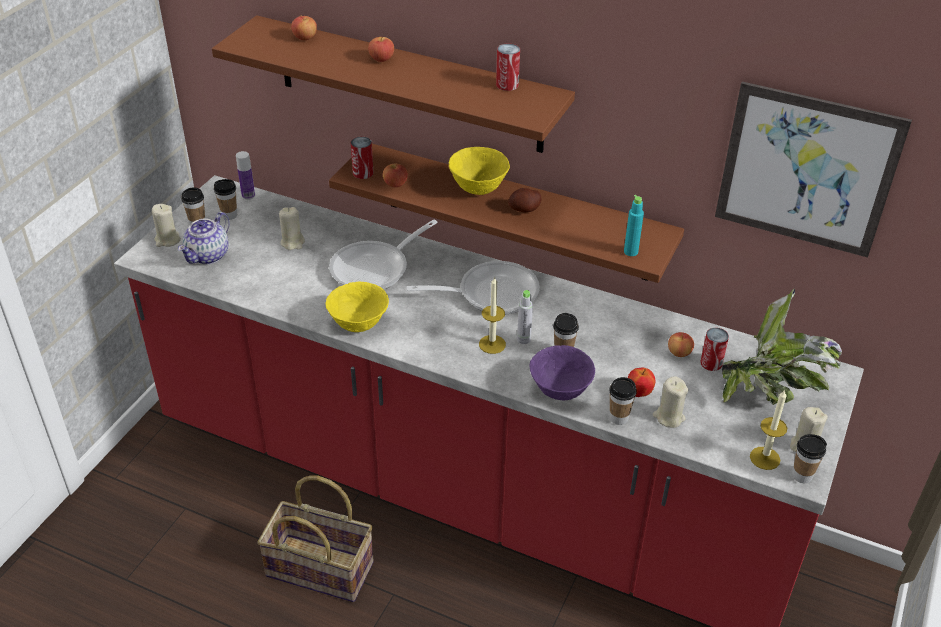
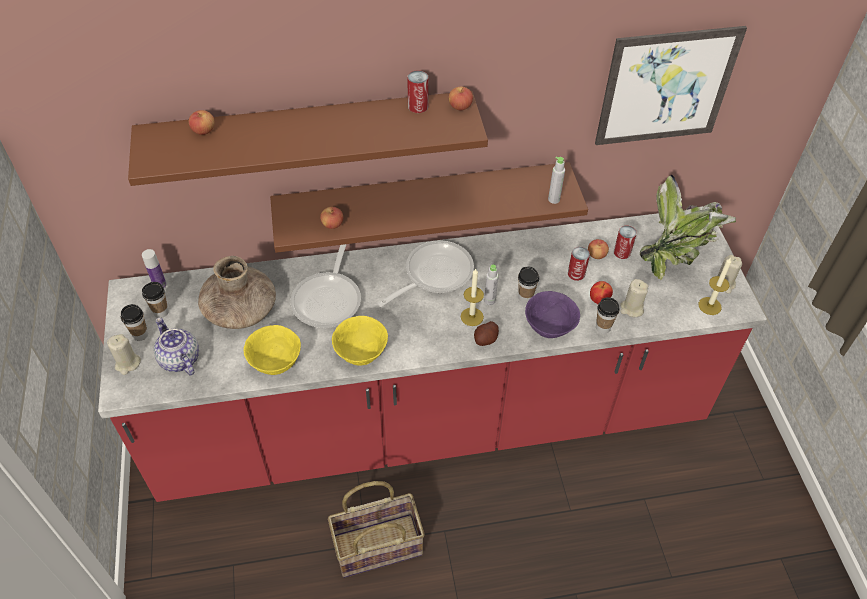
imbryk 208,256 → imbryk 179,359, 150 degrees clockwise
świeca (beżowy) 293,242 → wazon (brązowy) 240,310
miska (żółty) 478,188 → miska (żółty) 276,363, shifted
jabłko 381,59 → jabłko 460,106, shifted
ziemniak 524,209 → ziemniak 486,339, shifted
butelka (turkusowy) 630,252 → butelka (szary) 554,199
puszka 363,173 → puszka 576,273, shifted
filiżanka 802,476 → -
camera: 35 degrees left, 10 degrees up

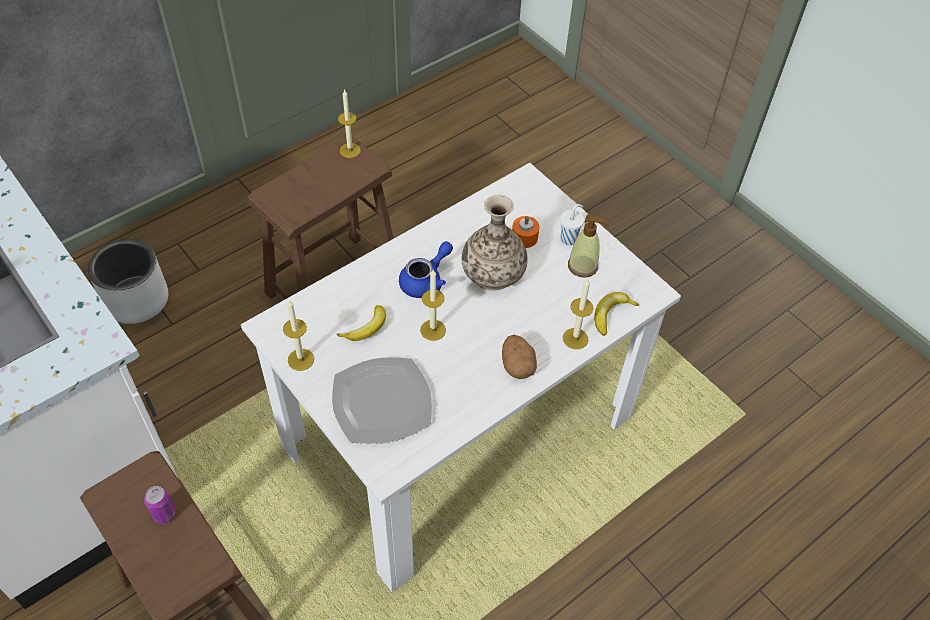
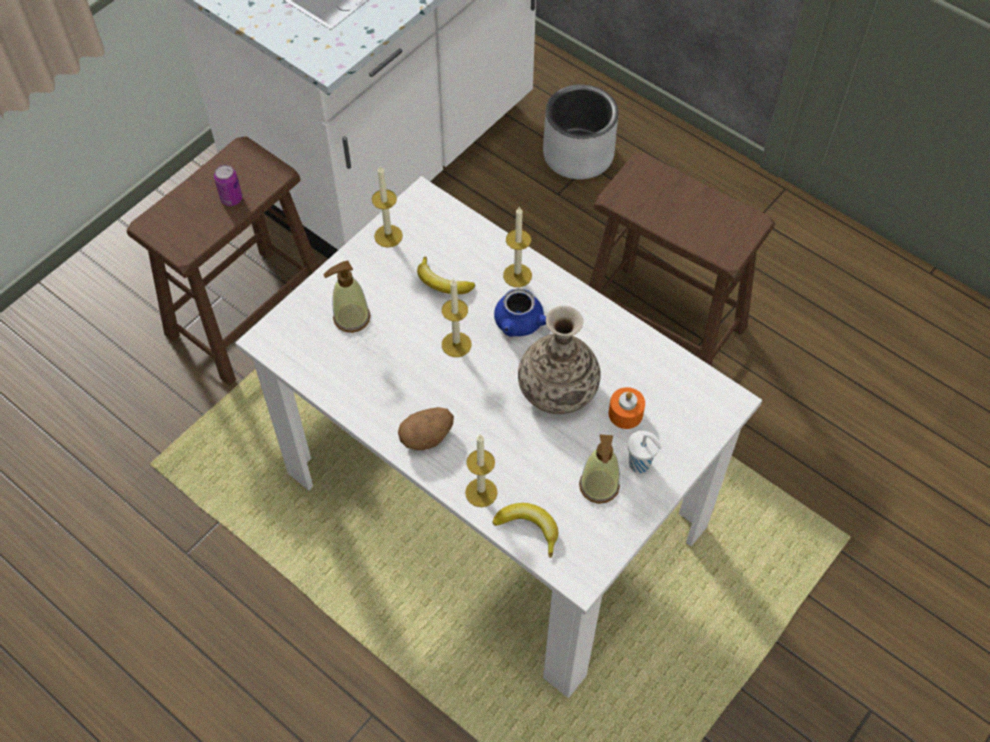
talerz 382,401 → dozownik mydła 351,318
świeca 350,150 → świeca 517,275, shifted
camera: 80 degrees right, 5 degrees up

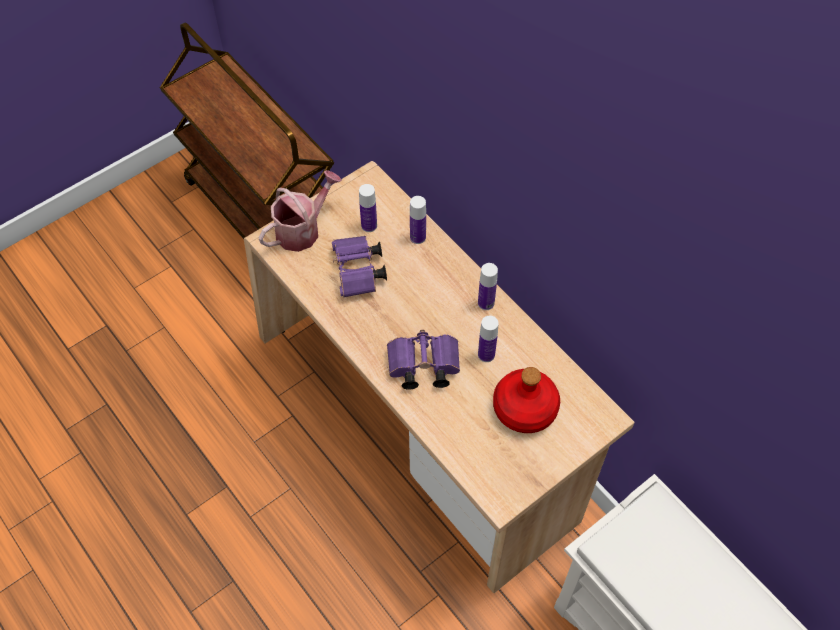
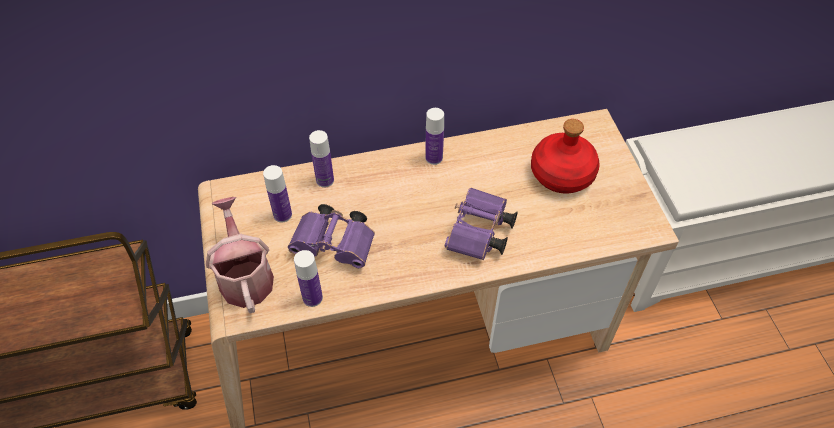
butelka 486,354 → butelka 312,298, shifted
camera: 65 degrees left, 5 degrees down

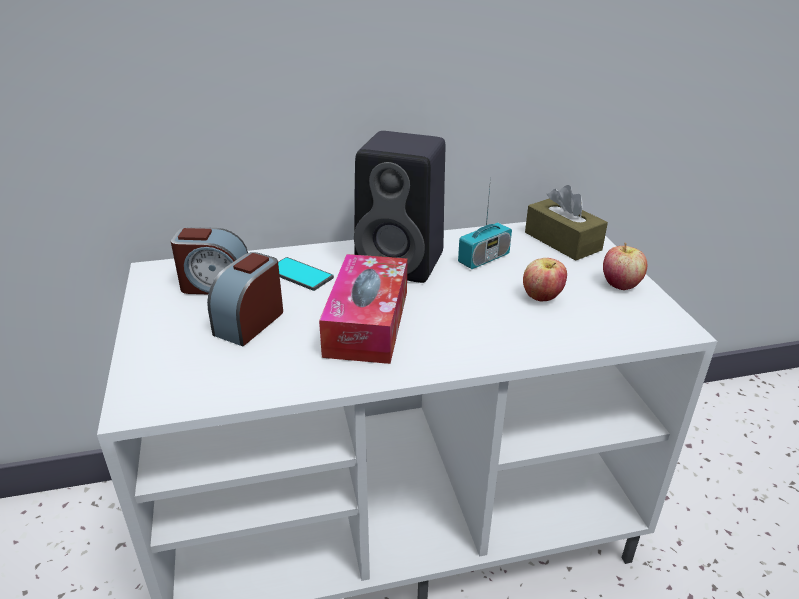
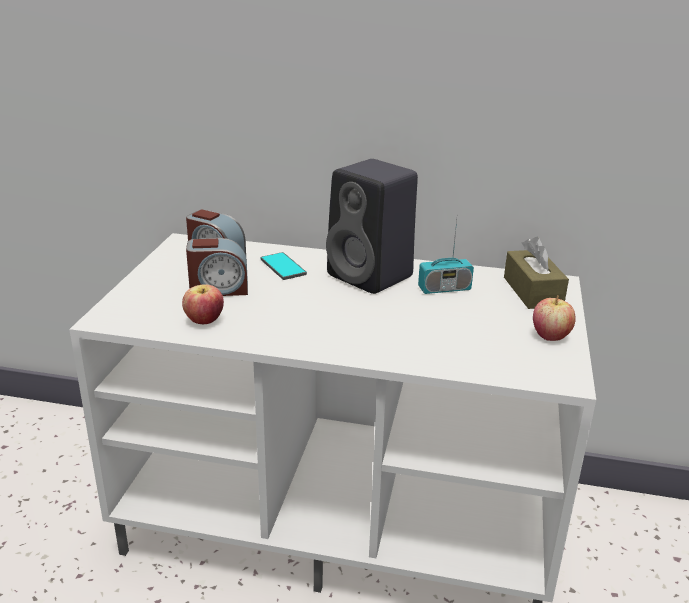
jabłko 542,297 → jabłko 204,321, shifted
budzik 250,322 → budzik 219,289, 150 degrees counterclockwise
pudełko chusteczek 367,323 → -
camera: 25 degrees right, 5 degrees down

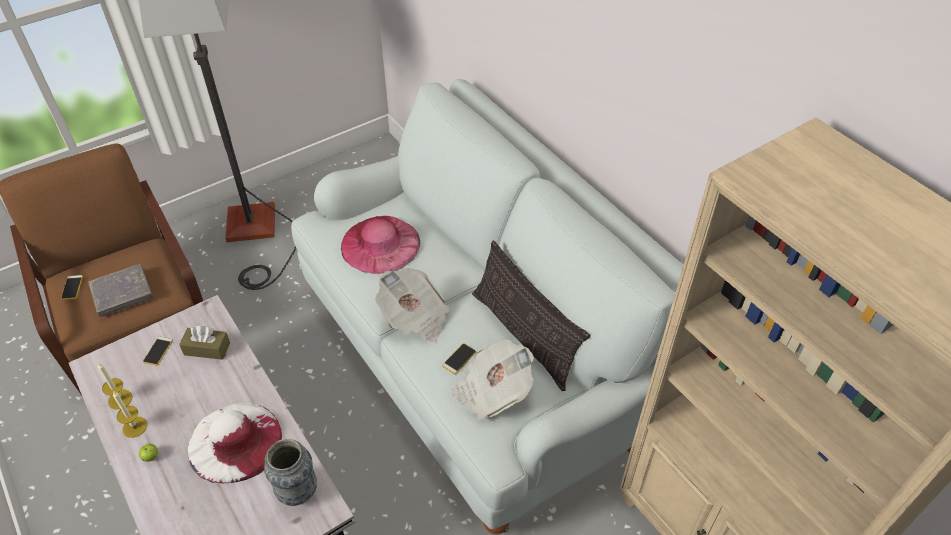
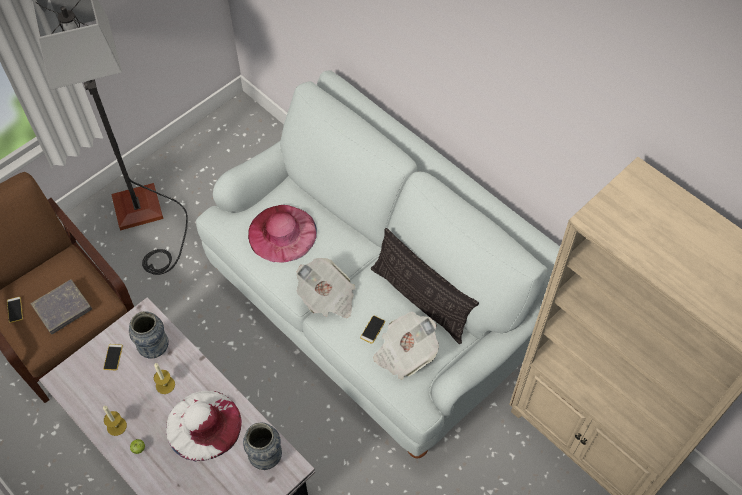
pudełko chusteczek (brązowy) 207,349 → wazon 154,348
świeca 120,399 → świeca 165,385, shifted
camera: 10 degrees left, 10 degrees up

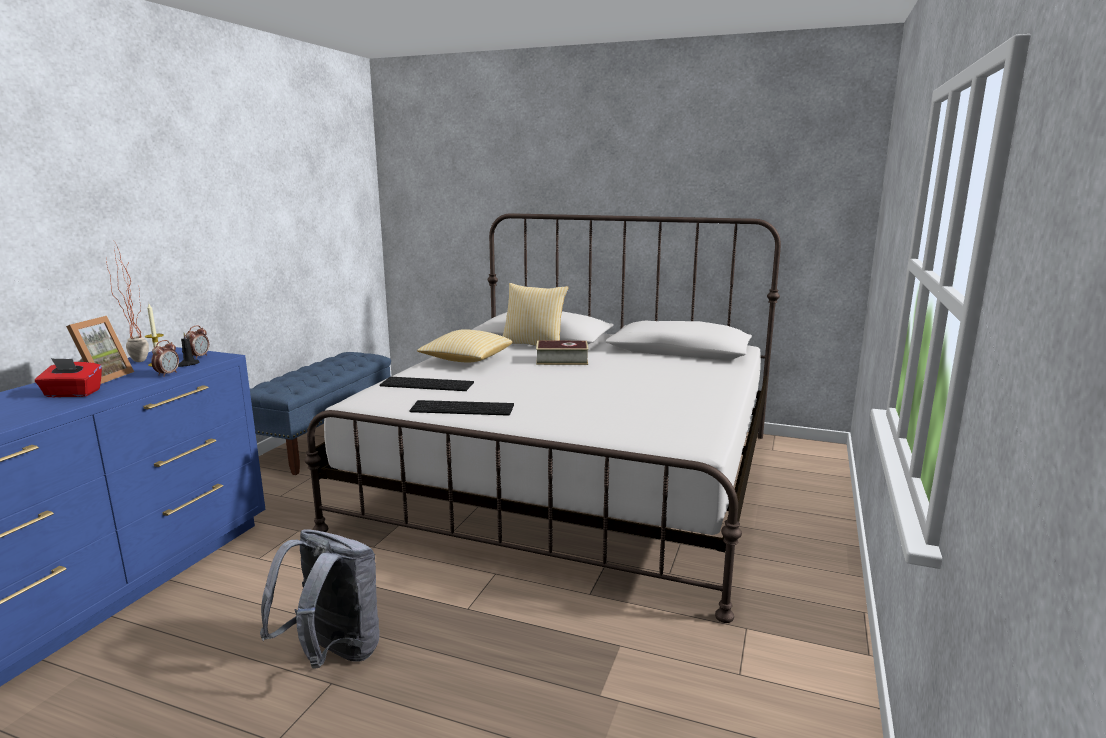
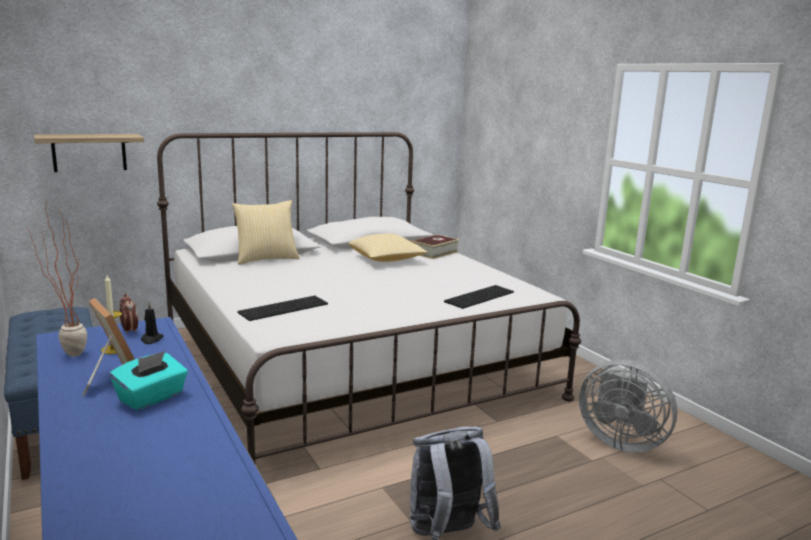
- → półka 89,152
pudełko chusteczek (czerwony) 72,394 → pudełko chusteczek (turkusowy) 152,398
poduszka 466,360 → poduszka 386,260, shifted
książka 562,360 → książka 434,252, shifted
klawiatura 464,408 → klawiatura 479,296, shifted
- → wentylator (szary) 620,441
budzik 167,374 → -
camera: 50 degrees left, 0 degrees up

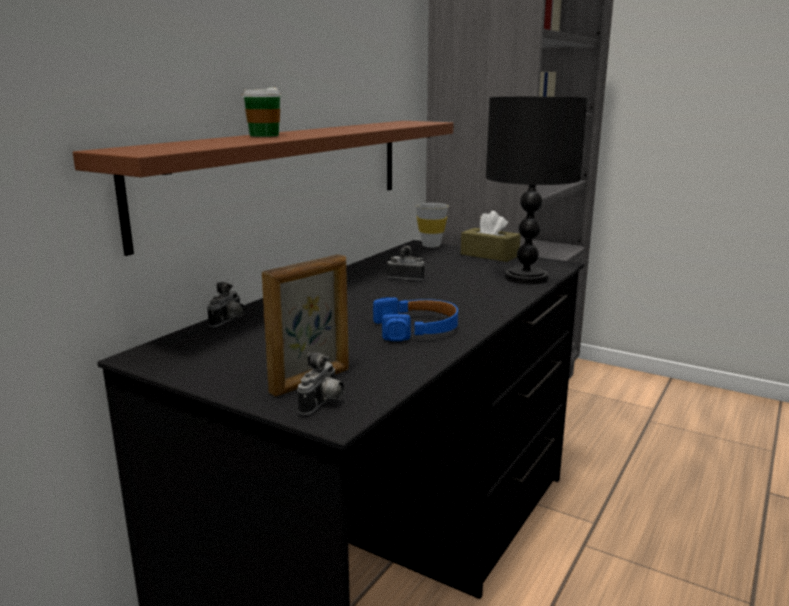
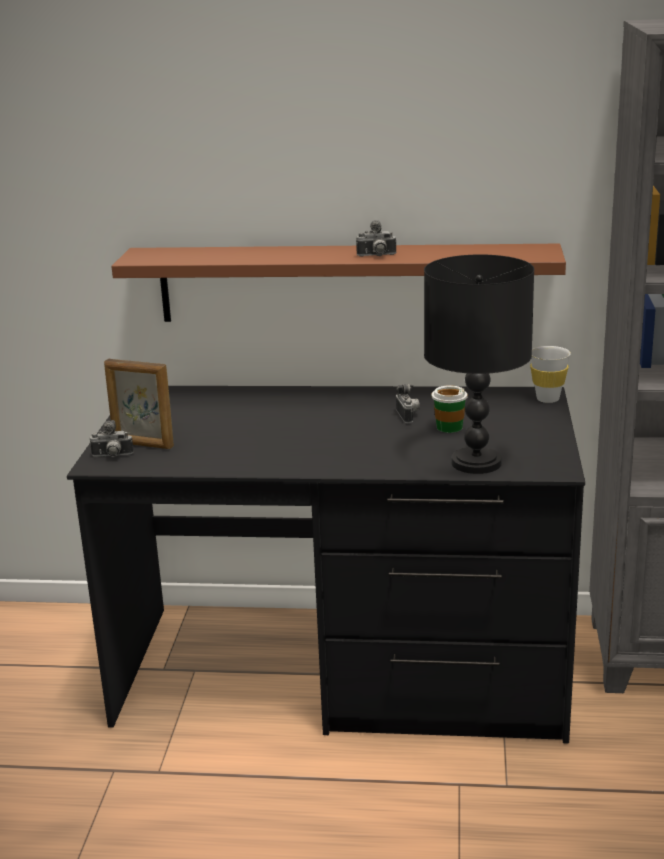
aparat fotograficzny 229,321 → aparat fotograficzny 376,256, shifted
filiżanka 264,135 → filiżanka 449,427, shifted
słuchawki (niebieski) 417,328 → -
pudełko chusteczek (brązowy) 489,255 → -
camera: 65 degrees right, 5 degrees up

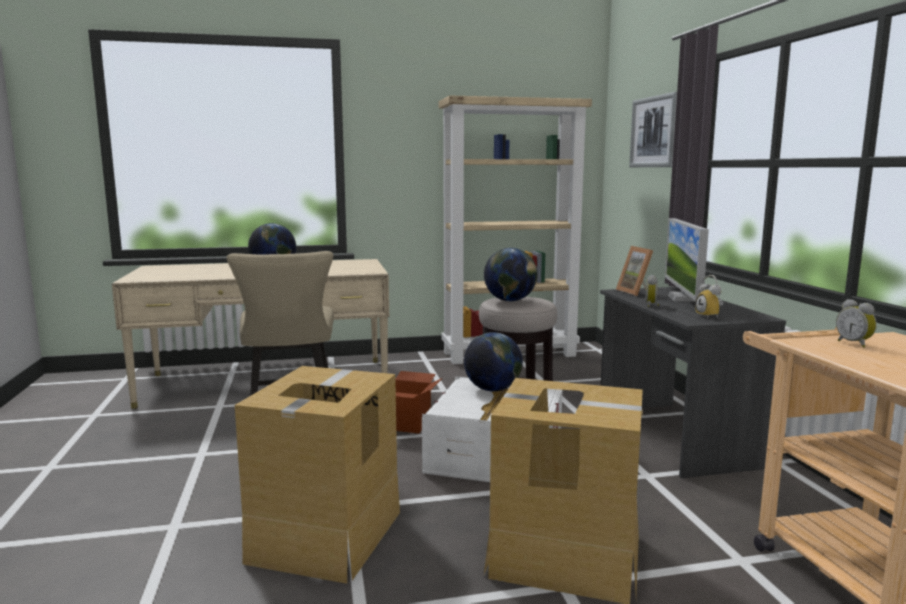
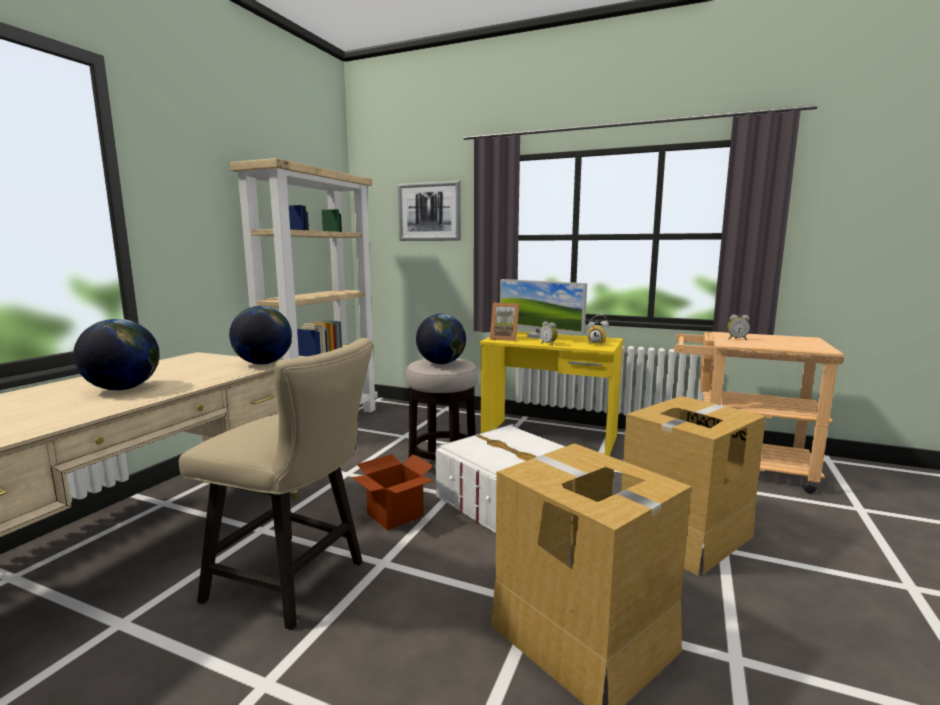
globus 493,390 → globus 263,364, shifted
biurko (szary) 673,436 → biurko (żółty) 549,438
camera: 55 degrees left, 0 degrees up

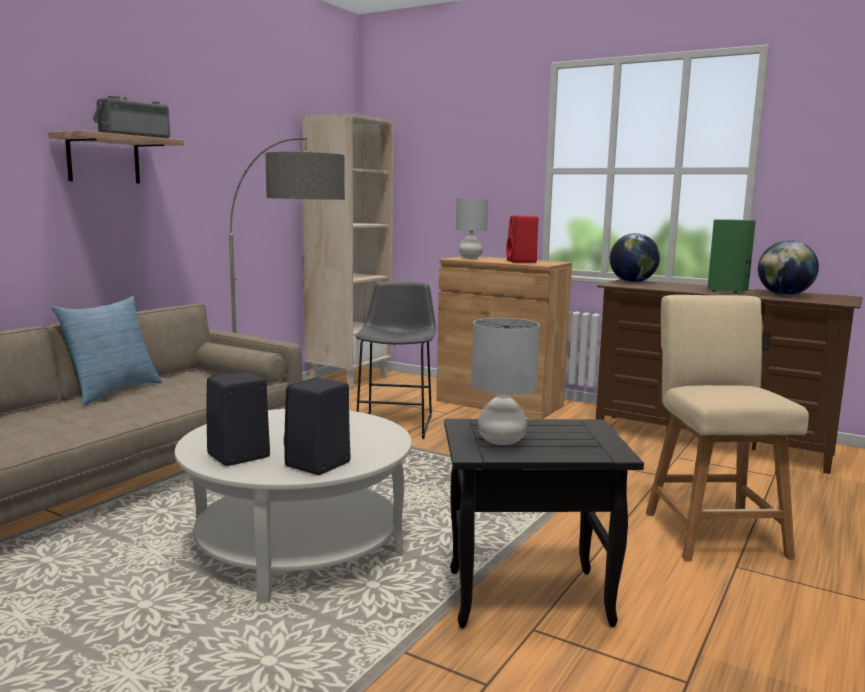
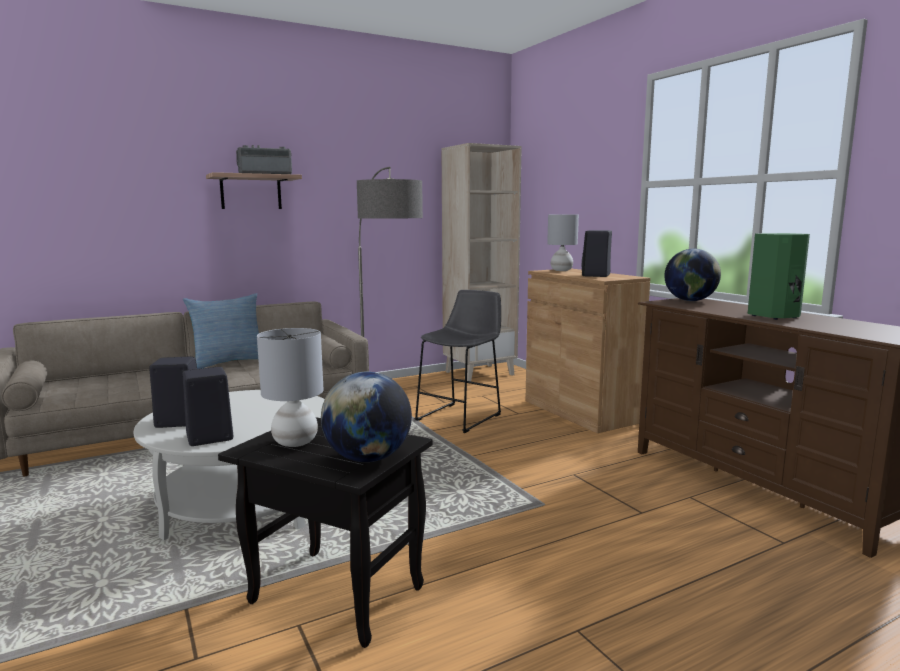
globus 784,295 → globus 368,458, shifted
głośnik (czerwony) 522,261 → głośnik (czarny) 596,275
stołek (beżowy) 712,531 → -
camera: 30 degrees right, 0 degrees up

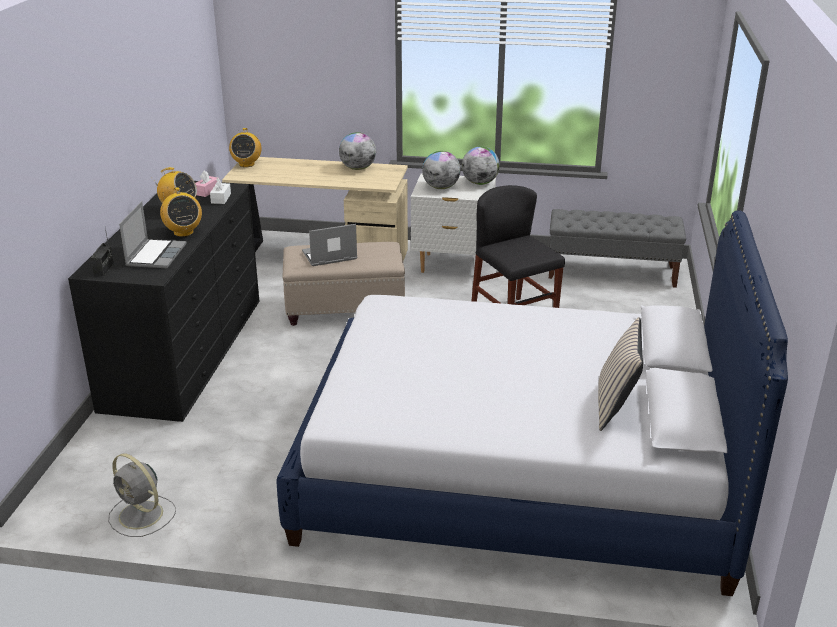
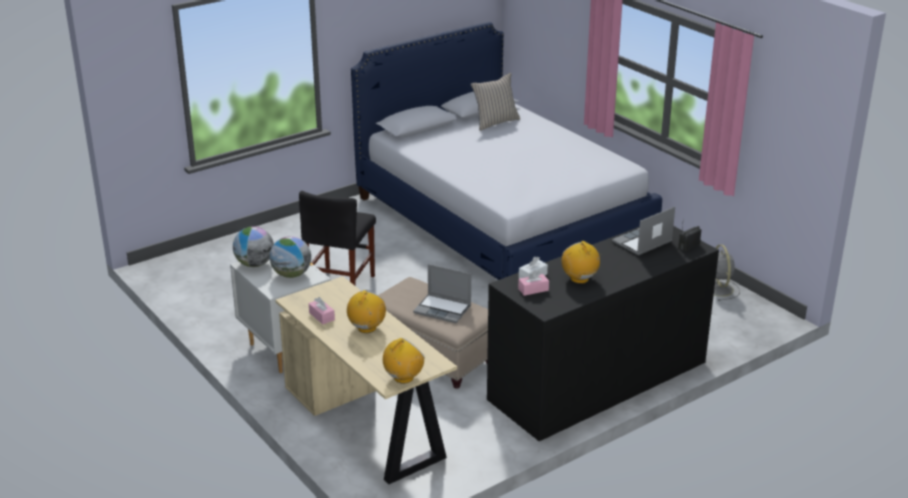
globus 358,168 → pudełko chusteczek (różowy) 322,316
radio 183,232 → radio 367,328, shifted
ławka (szary) 612,272 → -
camera: 135 degrees left, 0 degrees up

